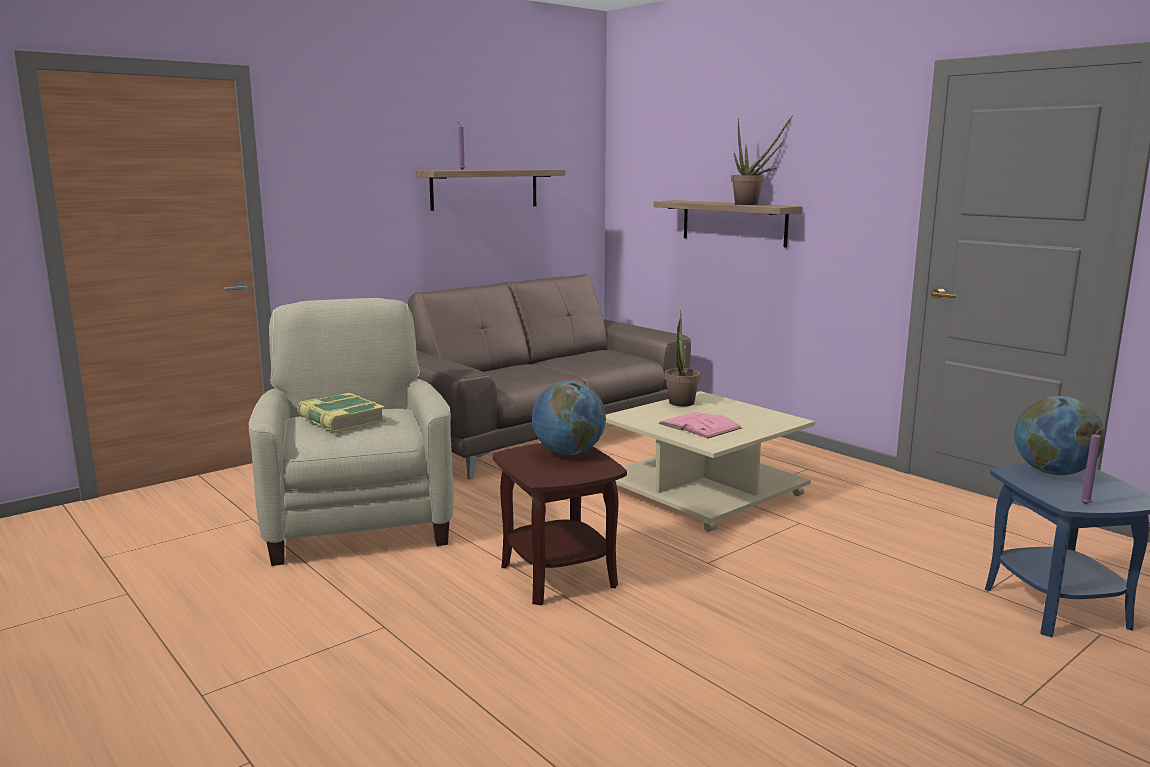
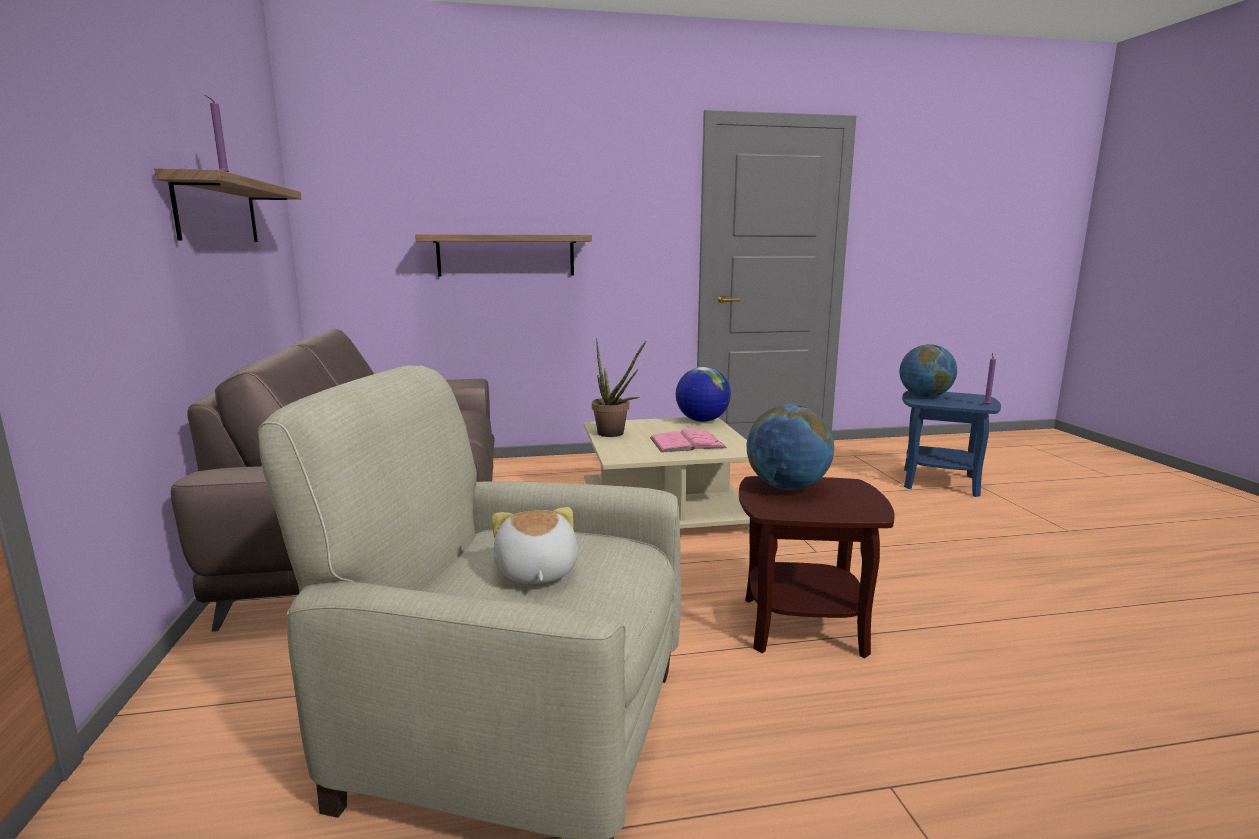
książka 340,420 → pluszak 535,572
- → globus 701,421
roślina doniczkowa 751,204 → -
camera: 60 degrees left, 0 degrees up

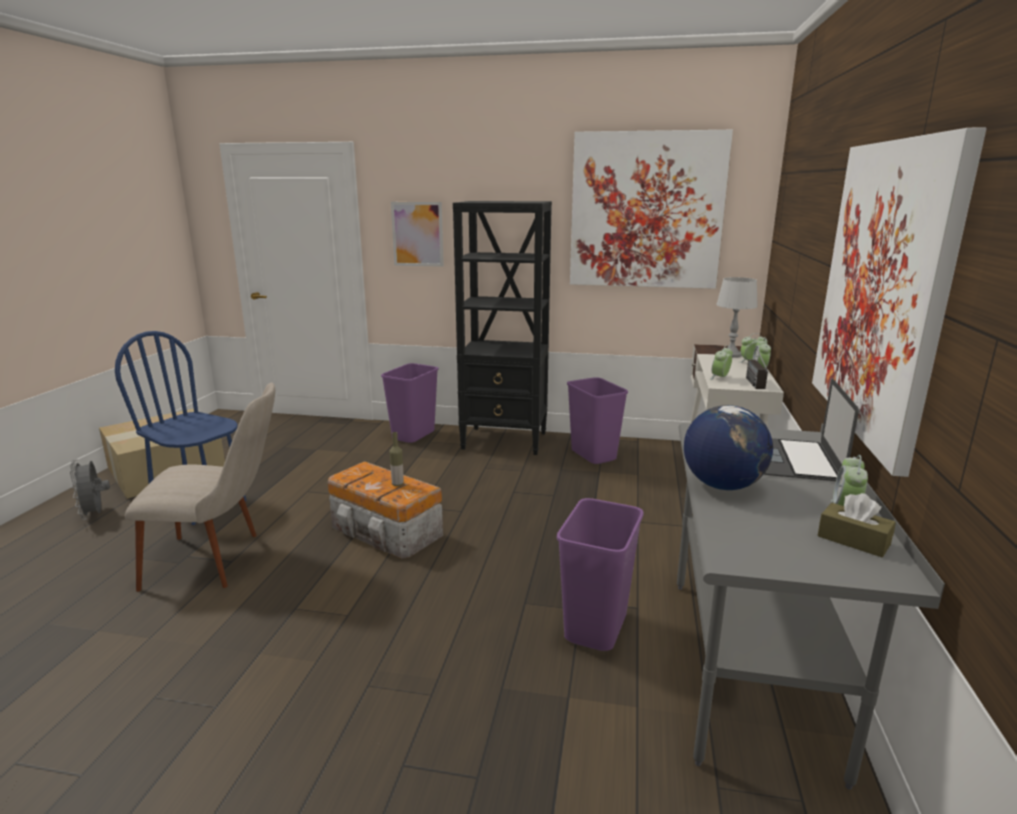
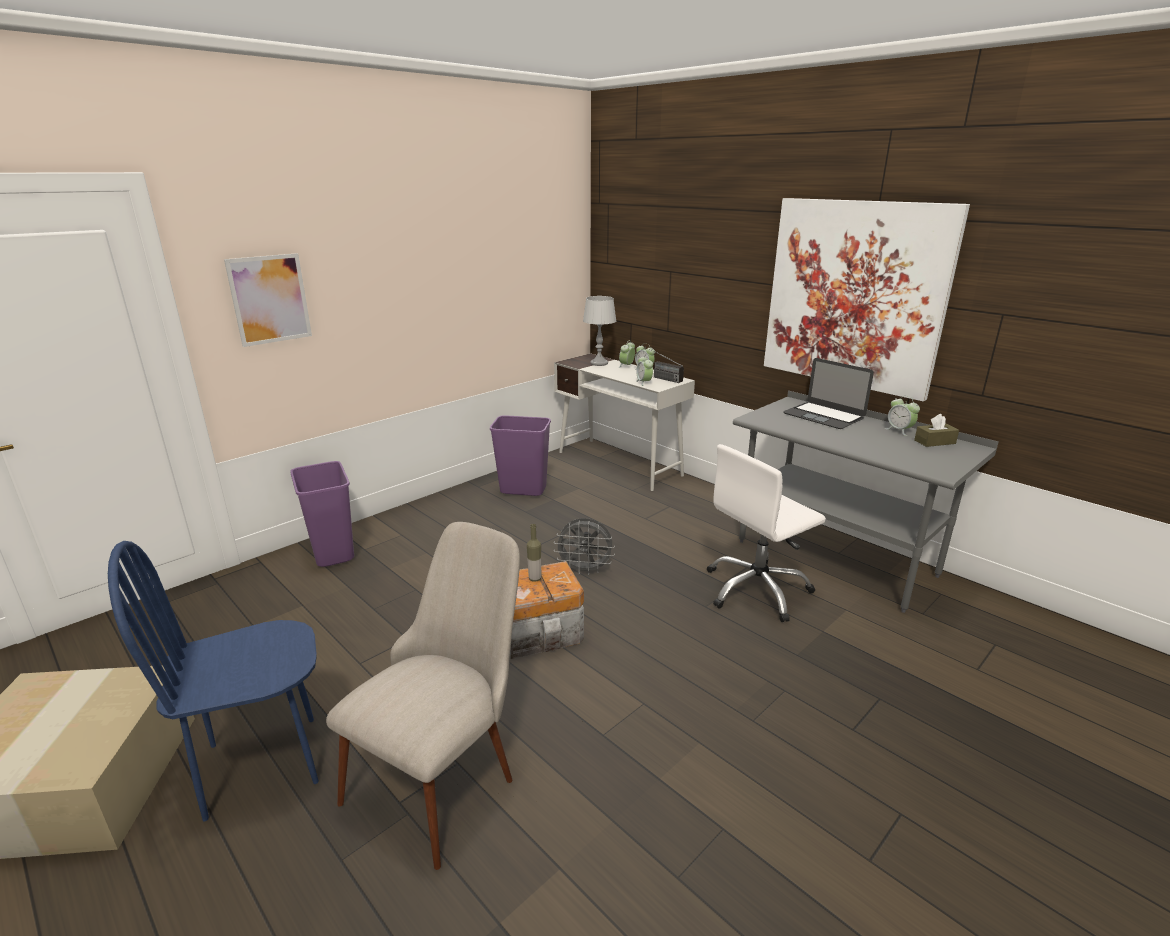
wentylator (szary) 95,514 → wentylator (szary) 585,570, shifted
kosz na śmieci (fioletowy) 594,626 → krzesło biurowe (biały) 757,590
regał (czarny) 505,441 → -
obraz 646,211 → -
globus 722,485 → -
camera: 55 degrees left, 5 degrees up

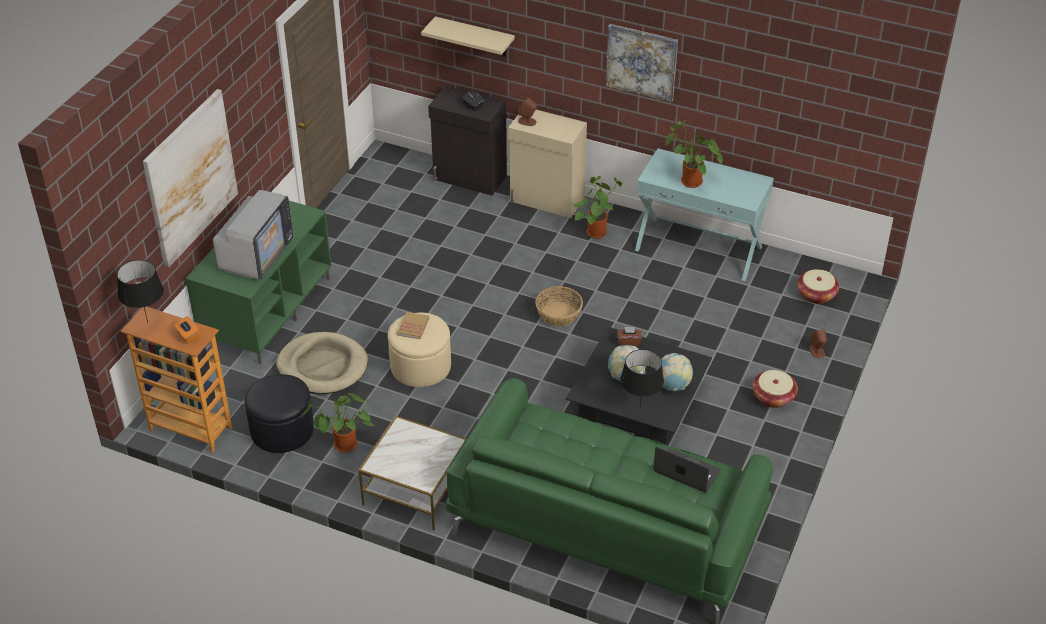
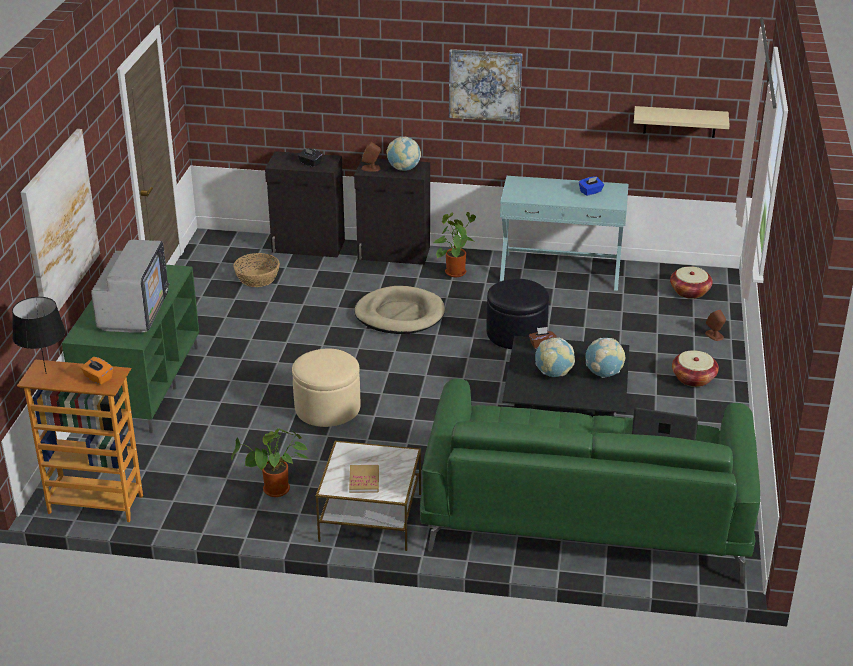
koszyk 559,314 → koszyk 257,278, shifted
książka 413,327 → książka 364,480, shifted
szafka (beżowy) 547,200 → szafka (czarny) 394,254
legowisko (beżowy) 322,366 → legowisko (beżowy) 400,314, shifted
- → globus 404,169
pufa (czarny) 282,430 → pufa (czarny) 516,333, shifted
- → pudełko chusteczek (niebieski) 591,192
półka (beżowy) 474,37 → półka (beżowy) 680,122, shifted
lampa stołowa (czarny) 640,408 → -
roślina doniczkowa 689,182 → -
camera: 15 degrees left, 10 degrees down

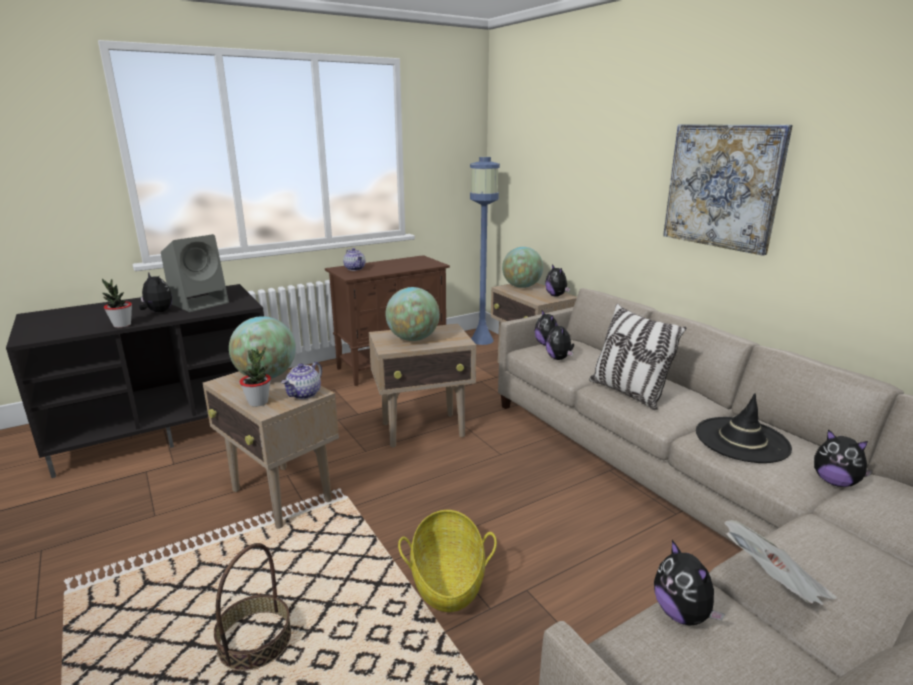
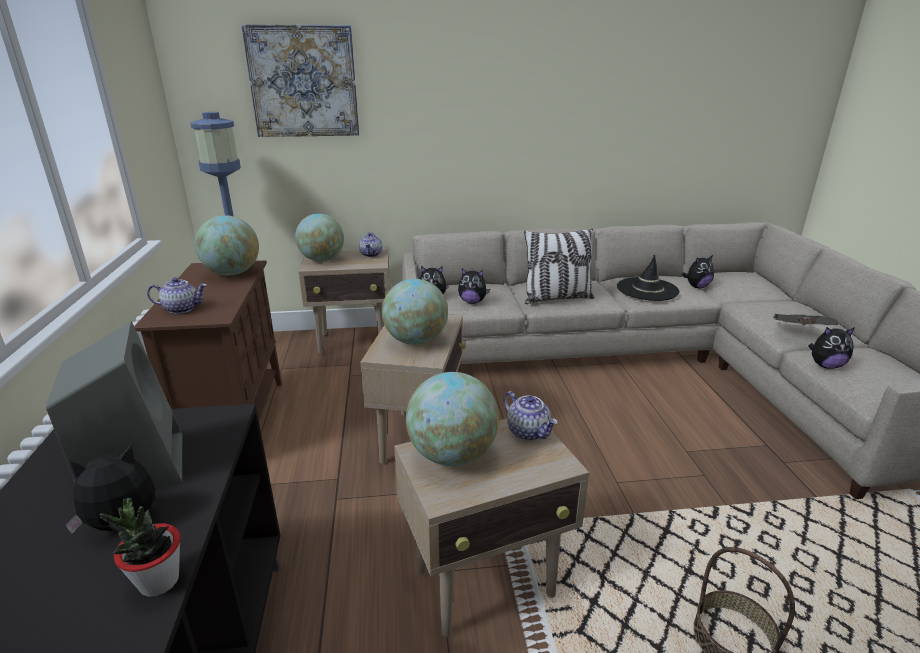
- → globus 232,273
obraz 722,186 → obraz 303,82, shifted
pluszak 556,295 → imbryk 371,254
roślina doniczkowa 258,402 → -
koszyk 447,580 → -
camera: 65 degrees left, 5 degrees up

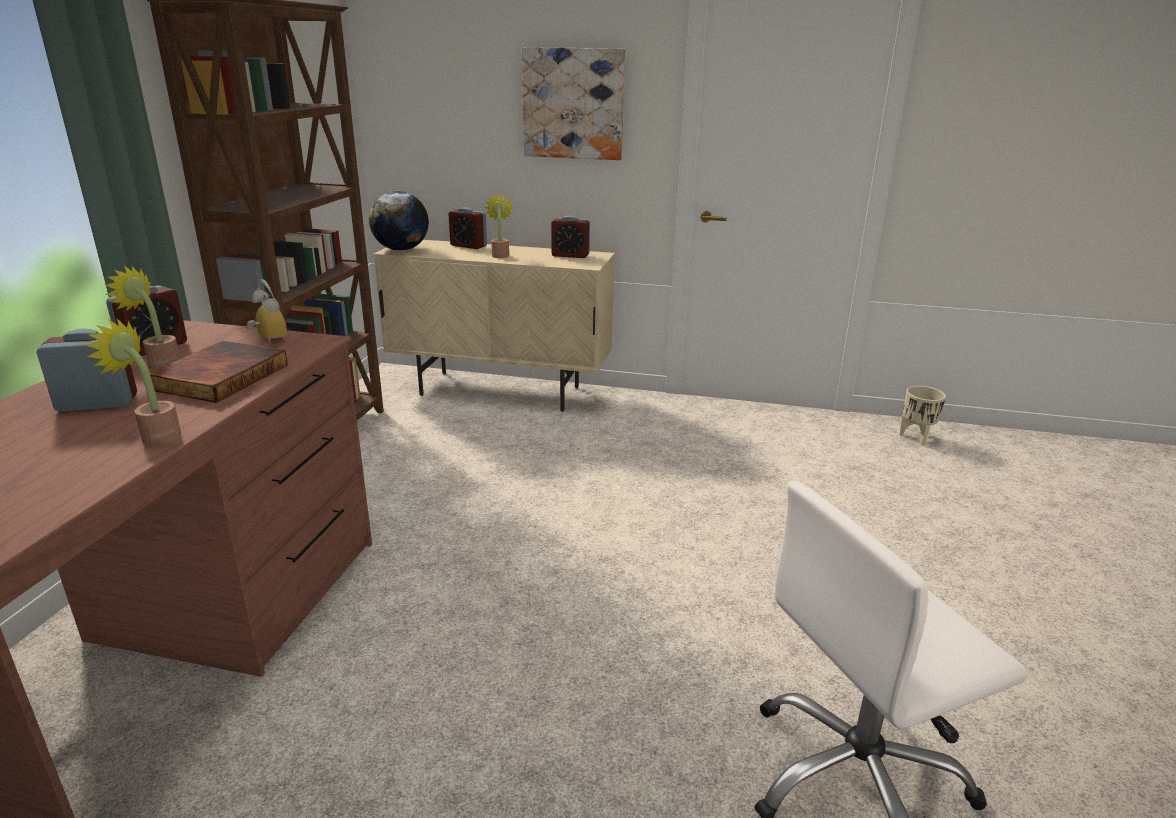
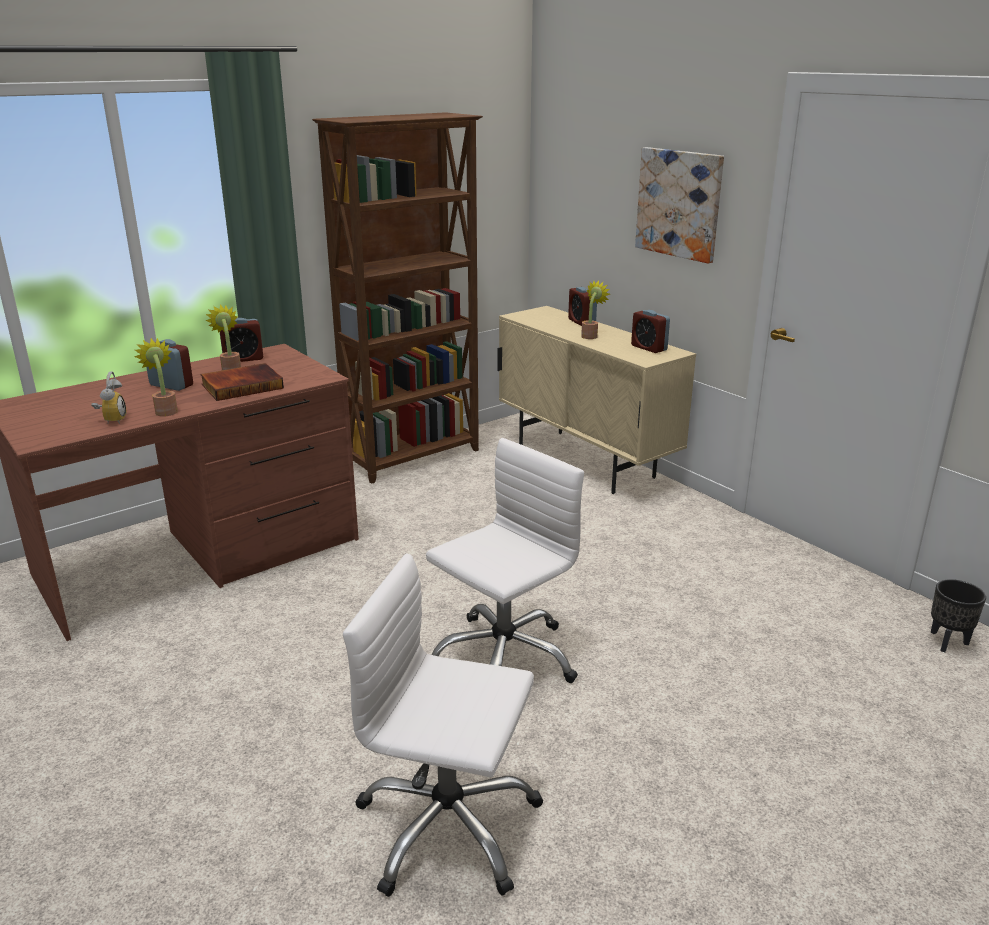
budzik 266,339 → budzik 112,420, shifted
- → krzesło biurowe (biały) 503,658
donica (beżowy) 916,438 → donica (czarny) 948,642
globus 401,249 → -
camera: 40 degrees right, 0 degrees up

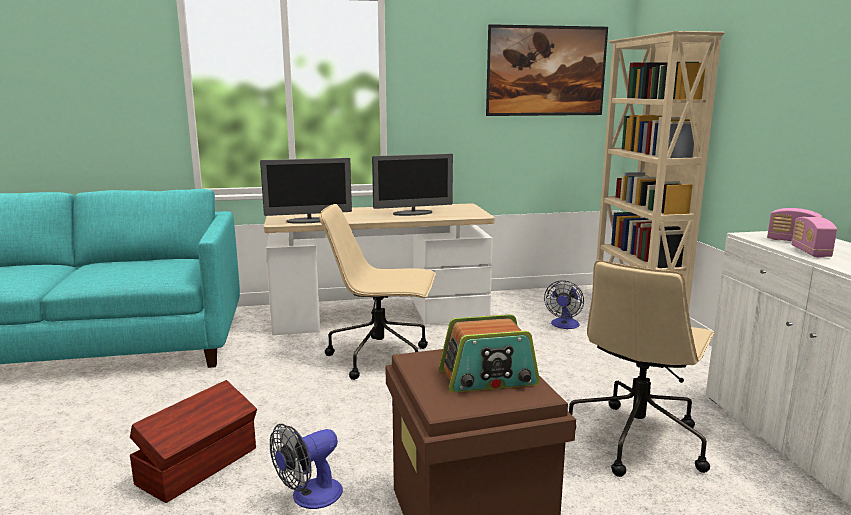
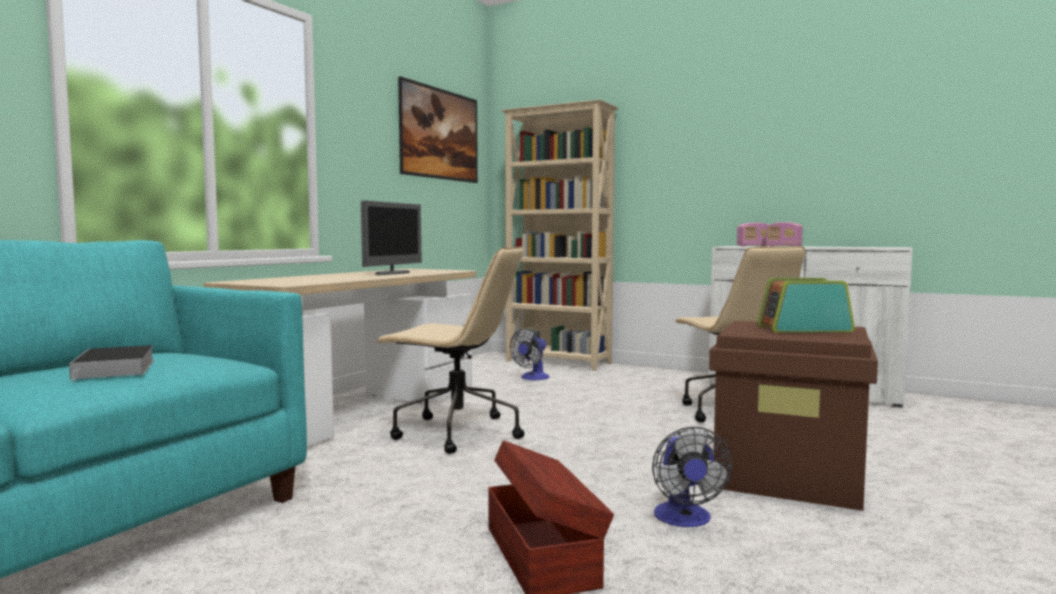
- → książka 115,369
krzesło biurowe (beżowy) 381,357 → krzesło biurowe (beżowy) 455,433, 120 degrees counterclockwise
wentylator 564,325 → wentylator 532,378, 60 degrees clockwise
radio 488,378 → radio 803,329, 120 degrees counterclockwise
monitor 308,221 → -
camera: 50 degrees left, 10 degrees down

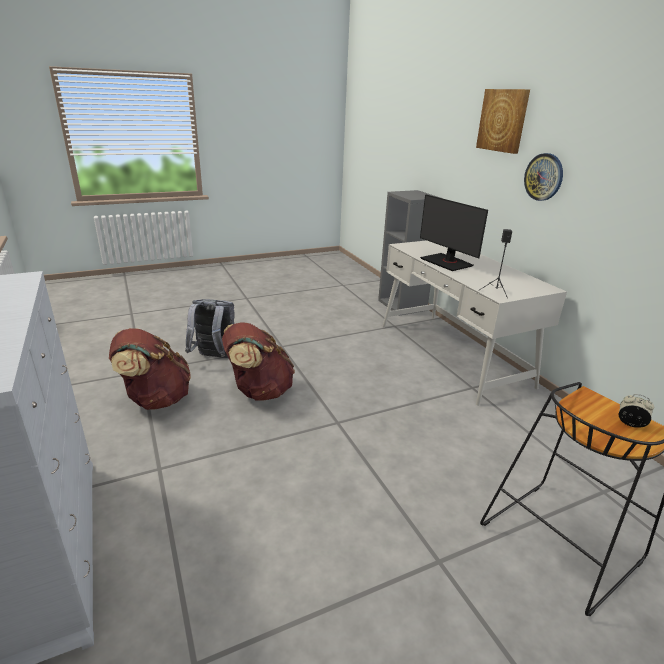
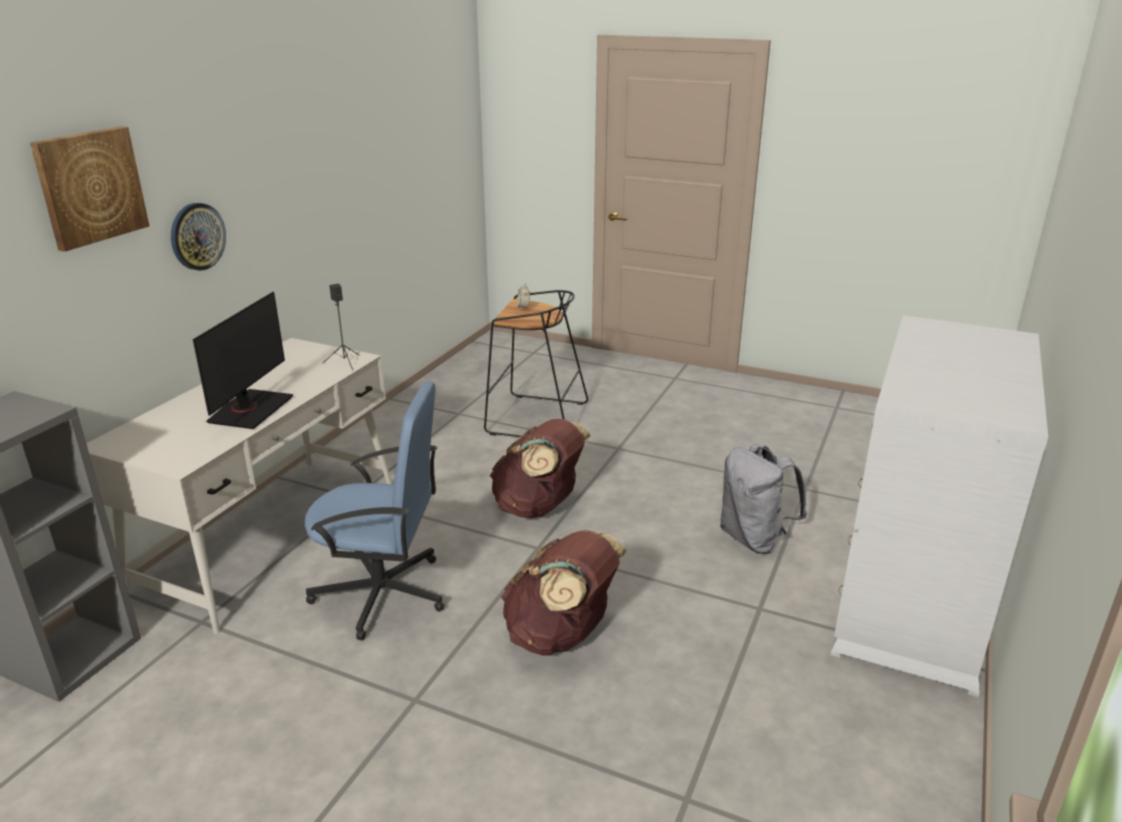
- → krzesło biurowe (niebieski) 383,593
plecak (brązowy) 155,399 → plecak (brązowy) 539,507, shifted
plecak (szary) 214,358 → plecak (szary) 754,539, shifted
camera: 130 degrees left, 0 degrees up

